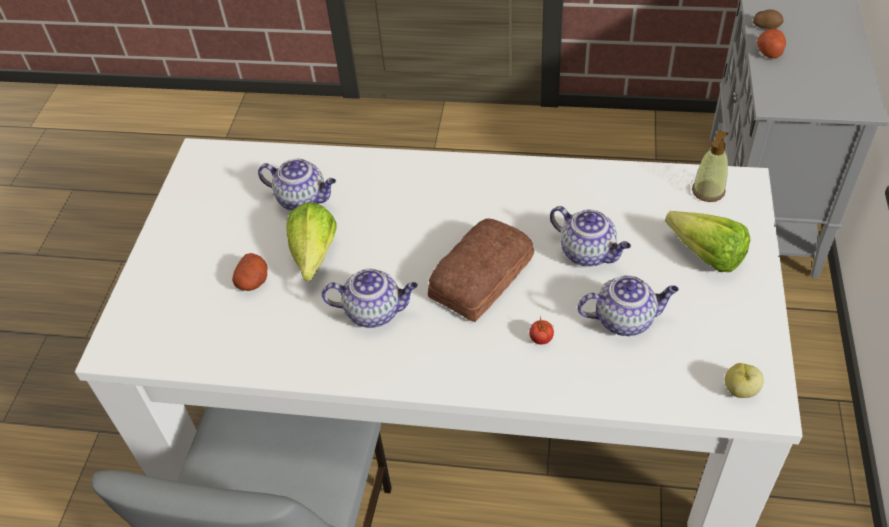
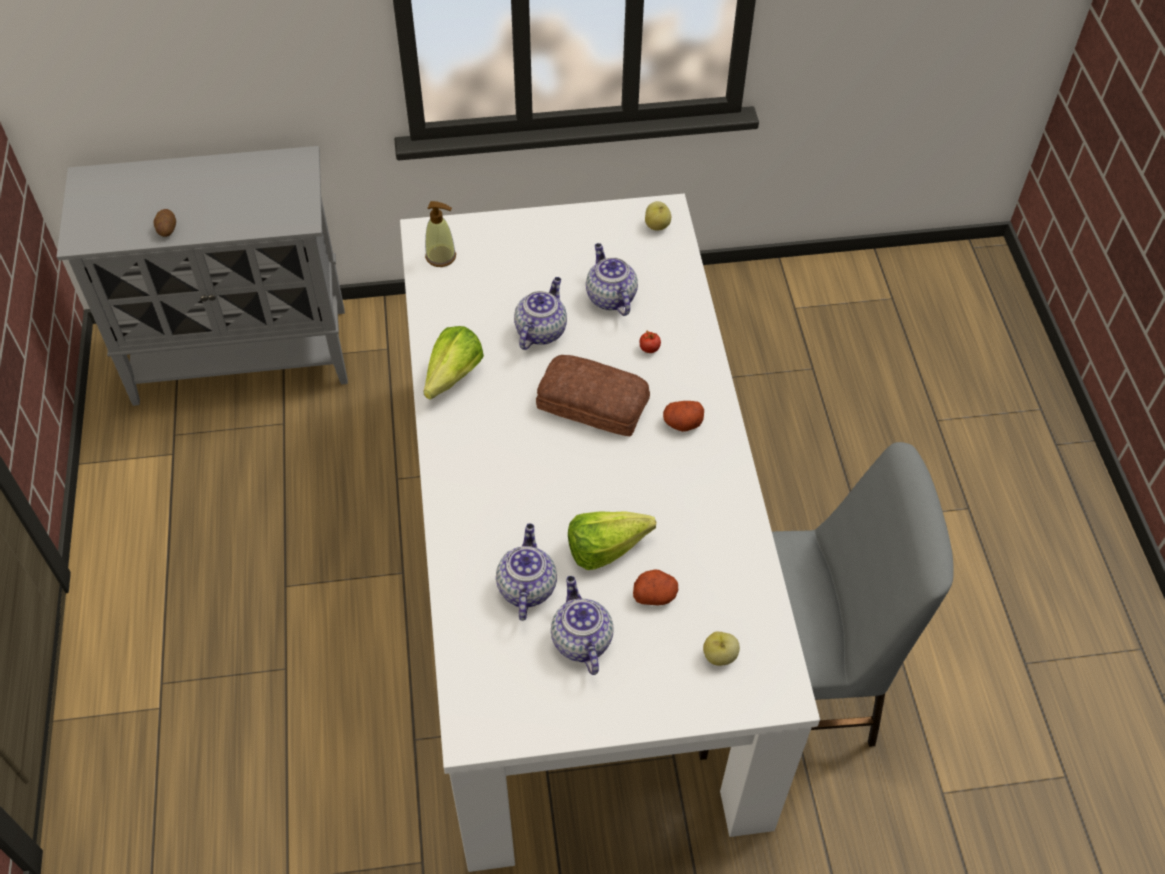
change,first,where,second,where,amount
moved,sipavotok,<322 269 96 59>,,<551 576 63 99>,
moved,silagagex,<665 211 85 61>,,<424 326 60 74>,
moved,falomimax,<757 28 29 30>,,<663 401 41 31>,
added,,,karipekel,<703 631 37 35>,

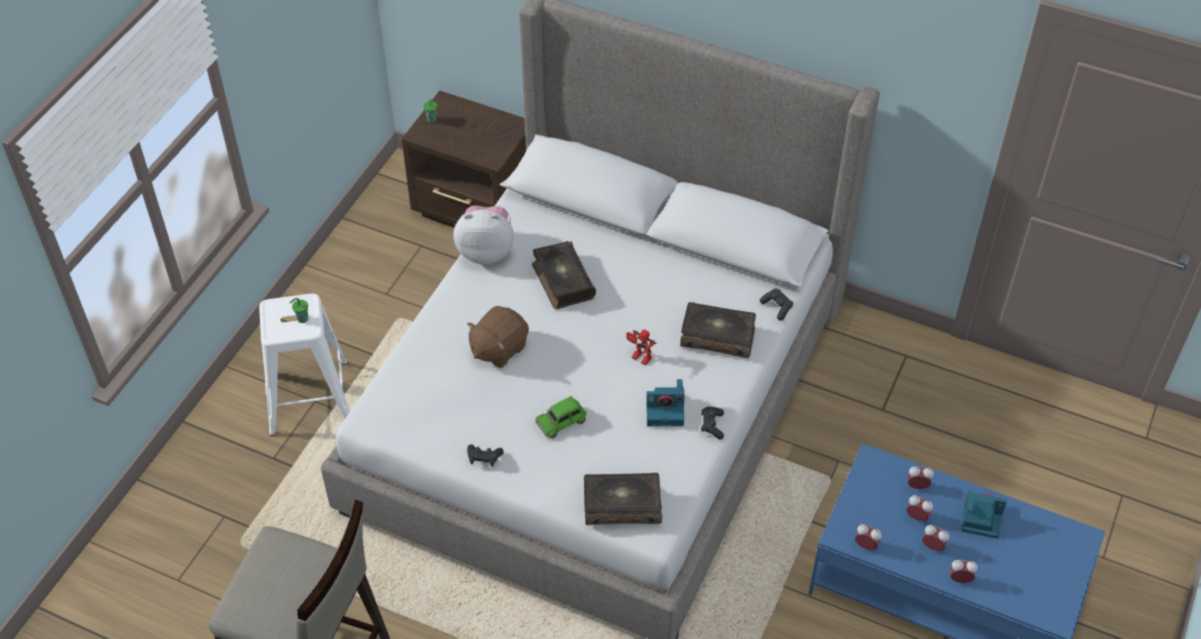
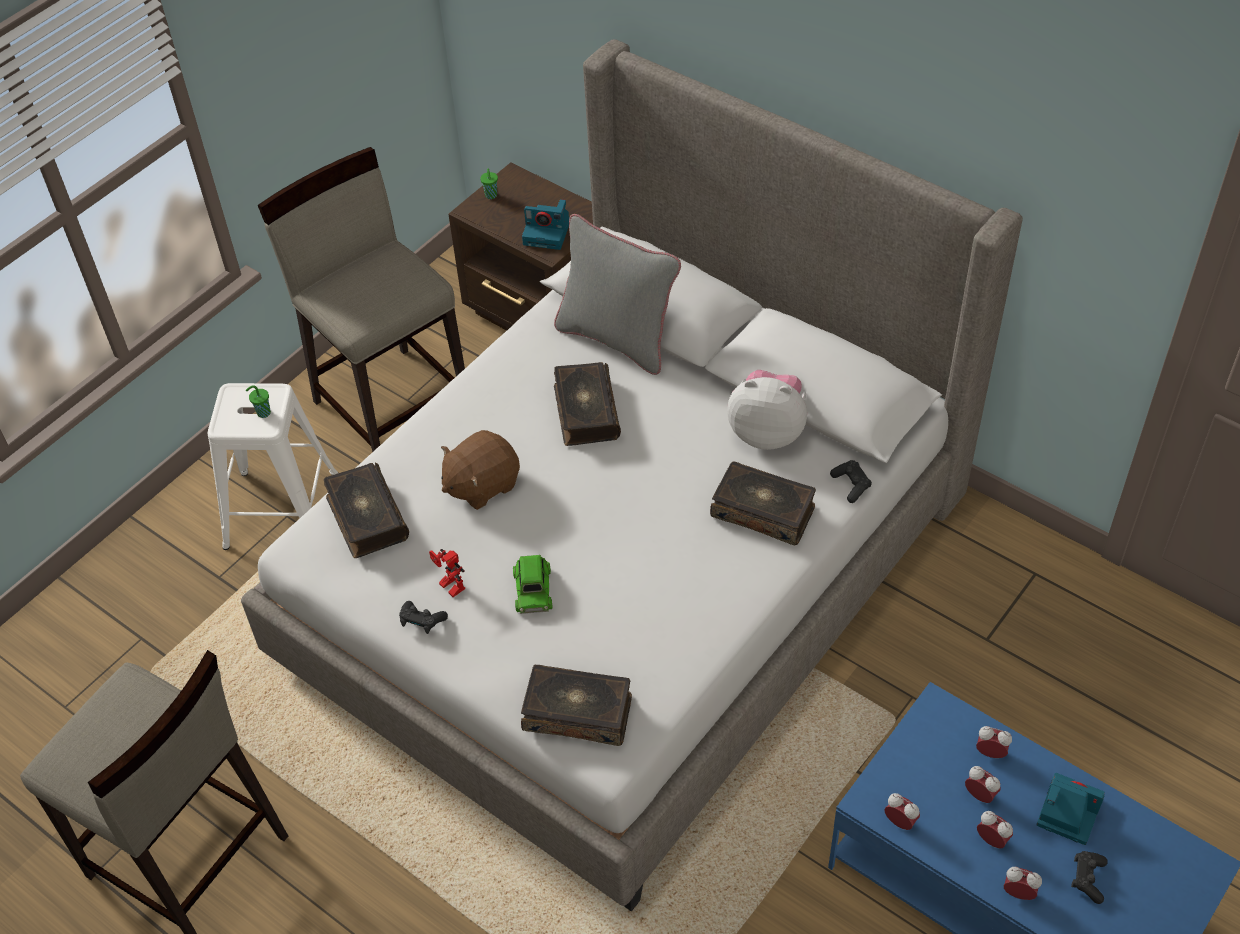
change,first,where,second,where,amount
moved,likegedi,<454 205 60 59>,,<727 370 80 80>,
turned,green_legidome,<535 396 52 42>,,<513 555 40 59>,75 degrees counterclockwise
moved,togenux,<626 330 30 35>,,<429 549 36 48>,
moved,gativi,<646 379 39 47>,,<522 199 48 51>,
moved,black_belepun,<701 406 23 34>,,<1071 851 37 53>,
added,,,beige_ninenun,<258 147 207 305>,
added,,,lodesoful,<324 463 85 95>,
added,,,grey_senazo,<554 214 127 161>,

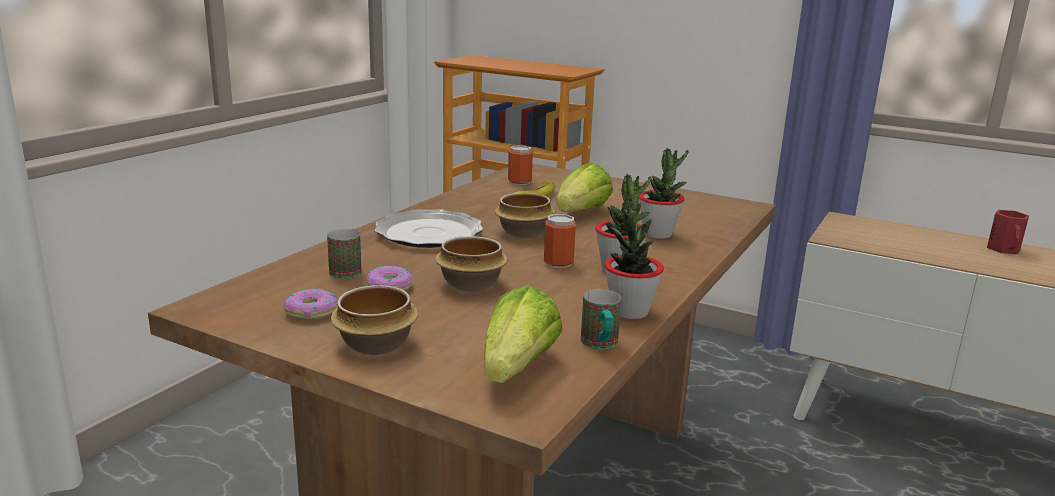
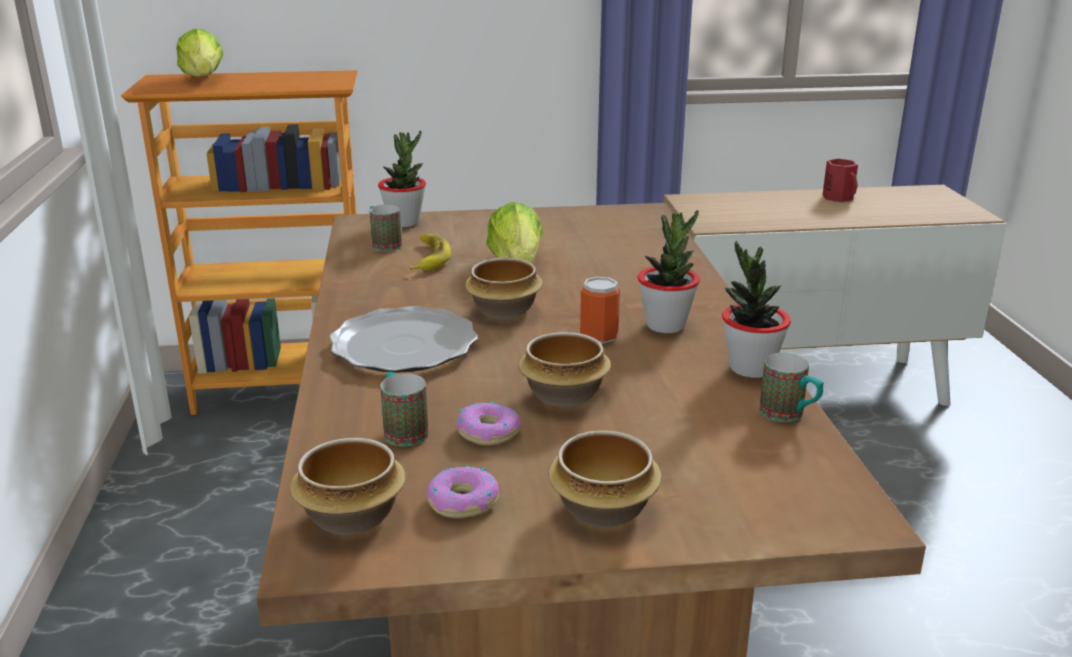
change,first,where,second,where,amount
moved,silagagex,<484 286 79 97>,,<176 29 47 48>,
replaced,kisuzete,<508 145 25 40>,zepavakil,<369 205 33 46>,
moved,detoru,<639 148 49 91>,,<378 130 48 97>,
added,,,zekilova,<290 438 116 97>,

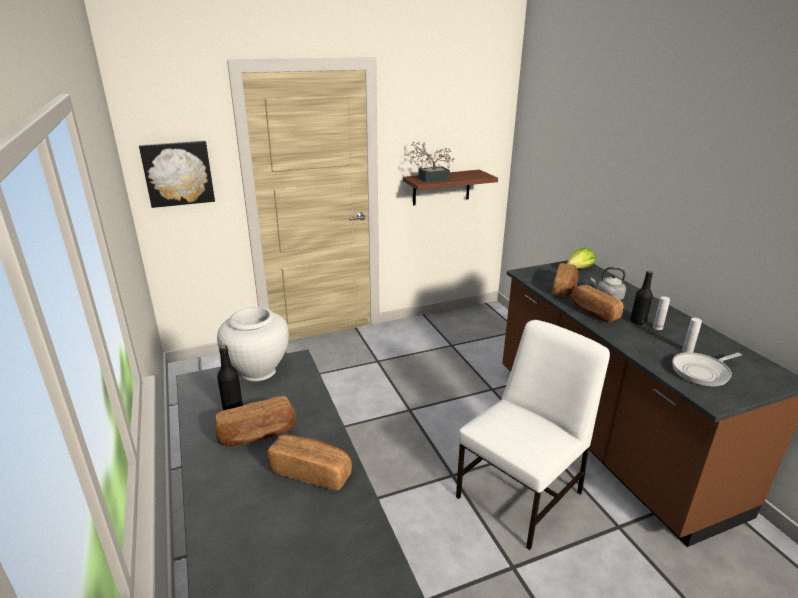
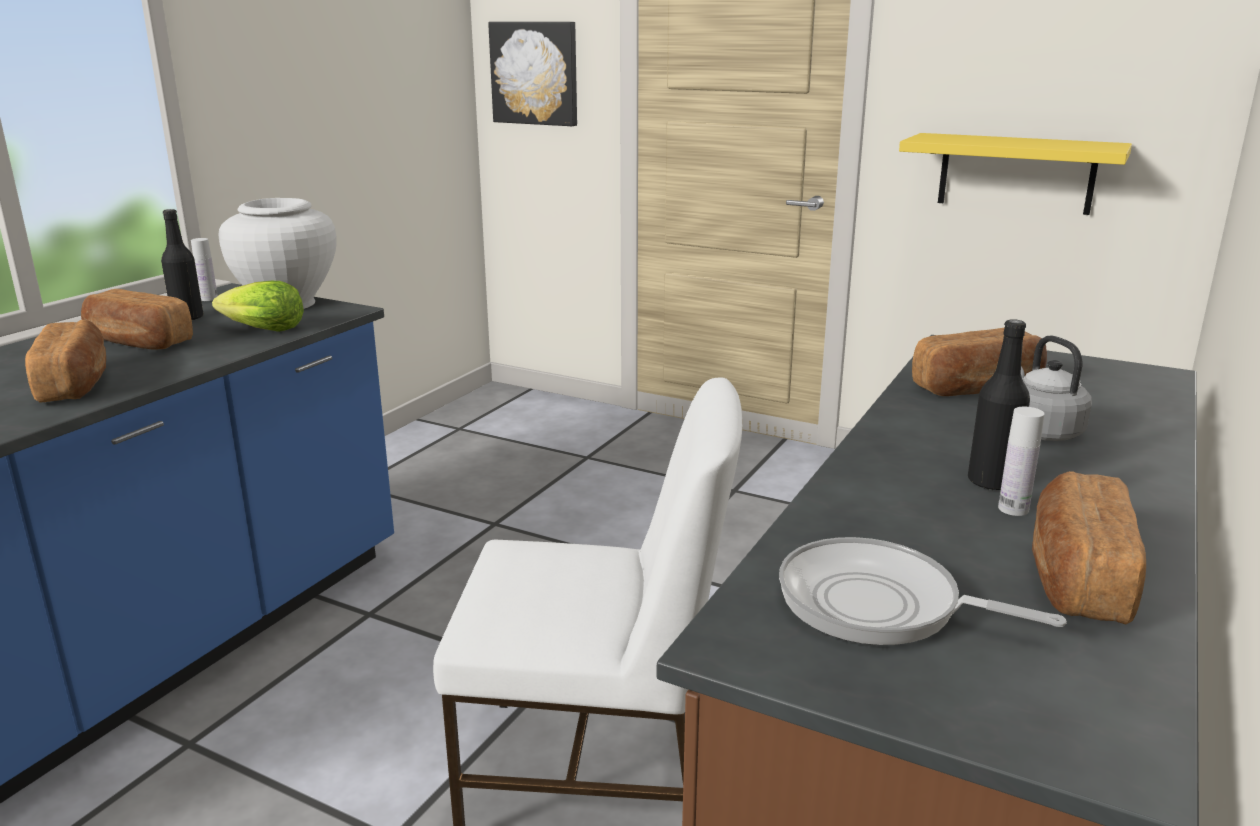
change,first,where,second,where,amount
recoloured,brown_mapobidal,<403 170 95 35>,yellow_mapobidal,<899 133 233 82>,
removed,detoru,<410 141 44 42>,,,
moved,silagagex,<566 248 29 21>,,<212 281 92 51>,
moved,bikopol,<571 285 53 37>,,<1032 471 114 154>,
moved,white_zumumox,<682 318 20 35>,,<191 238 27 63>,

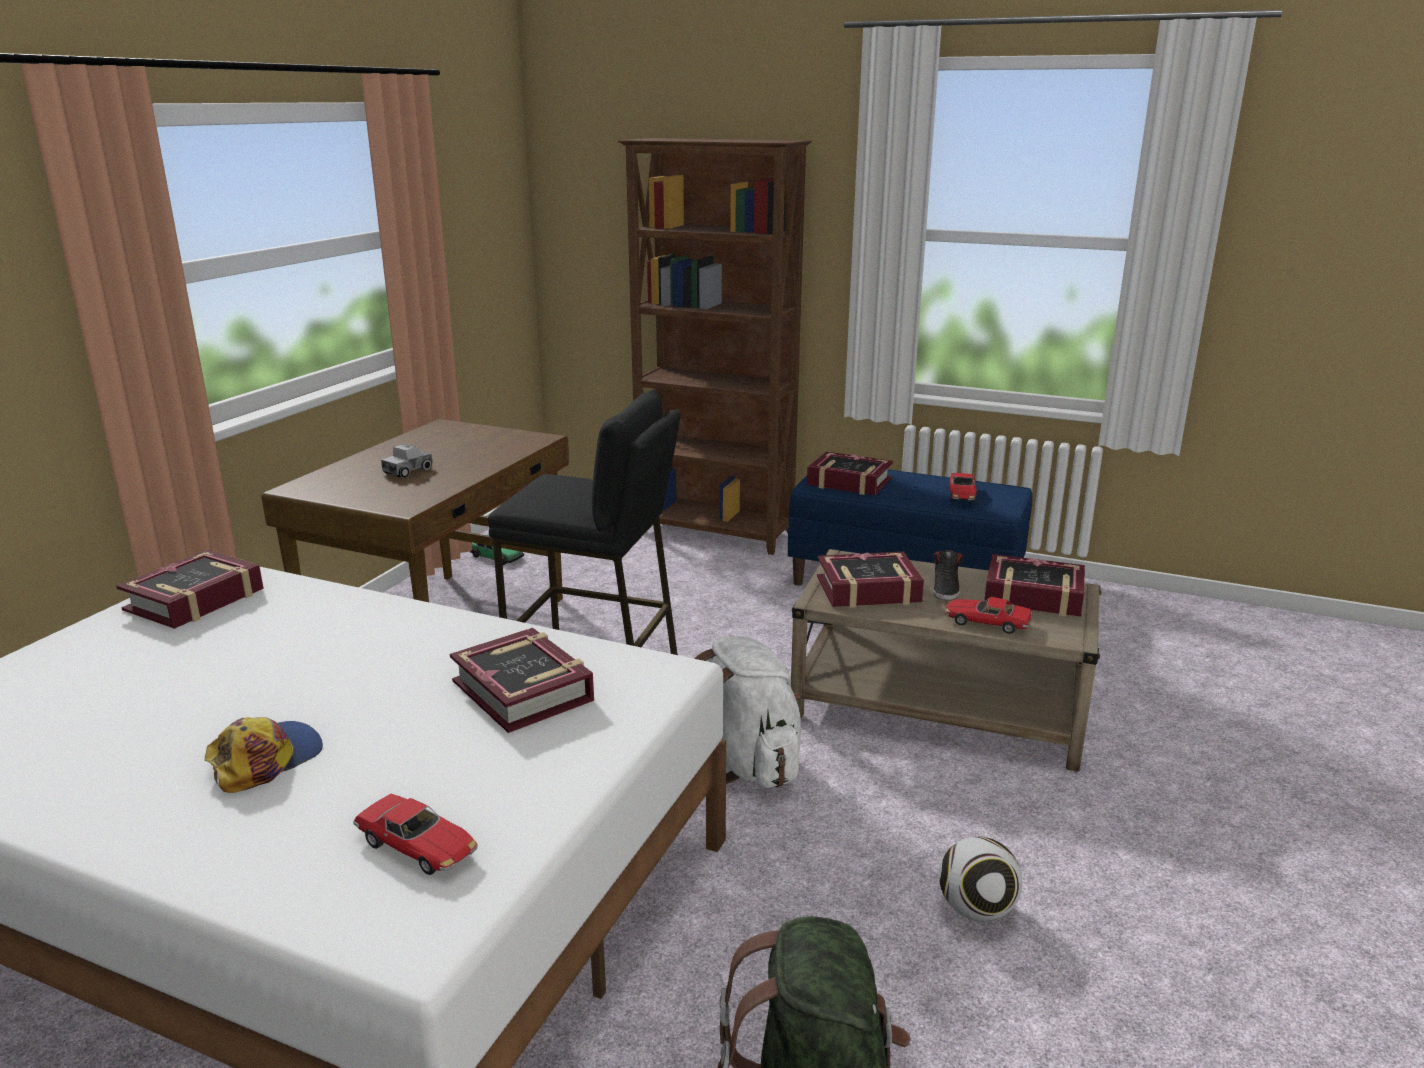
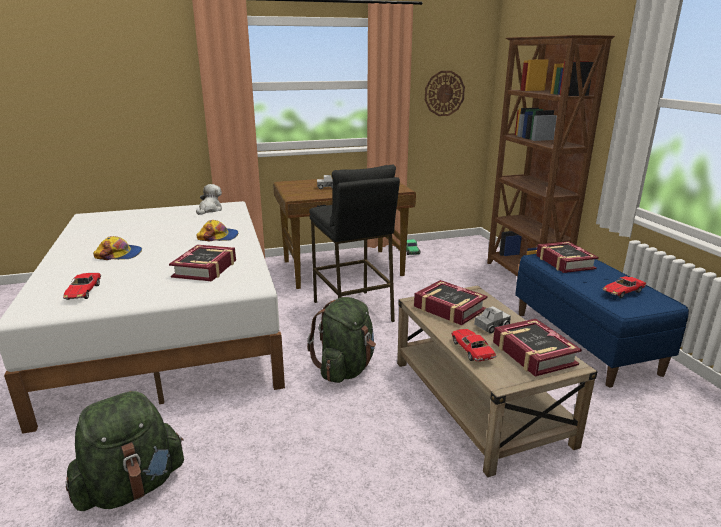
change,first,where,second,where,amount
replaced,lodesoful,<116 550 148 79>,likegedi,<196 184 26 31>,
recoloured,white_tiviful,<694 636 107 152>,green_tiviful,<307 297 69 86>,
replaced,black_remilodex,<933 550 31 50>,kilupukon,<474 306 37 28>,
removed,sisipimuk,<939 837 83 84>,,,
added,,,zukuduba,<196 220 42 22>,
added,,,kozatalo,<425 71 40 45>,

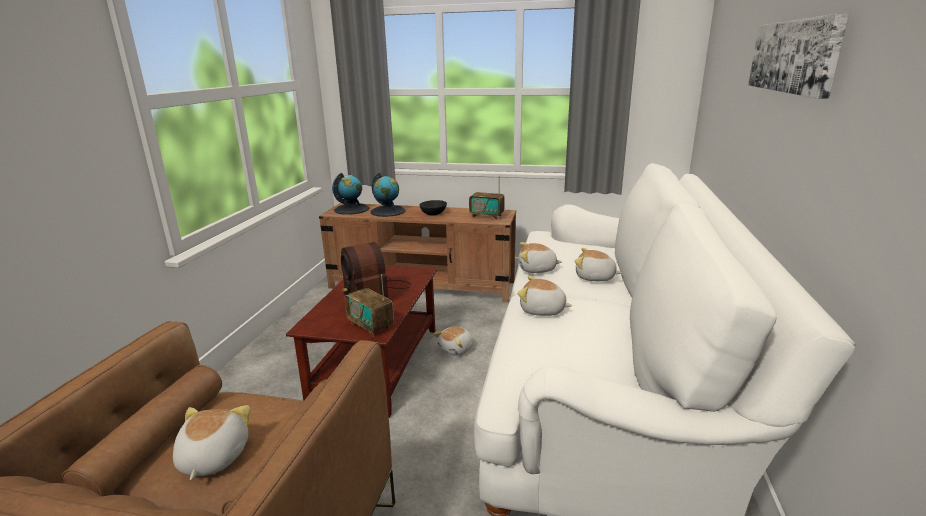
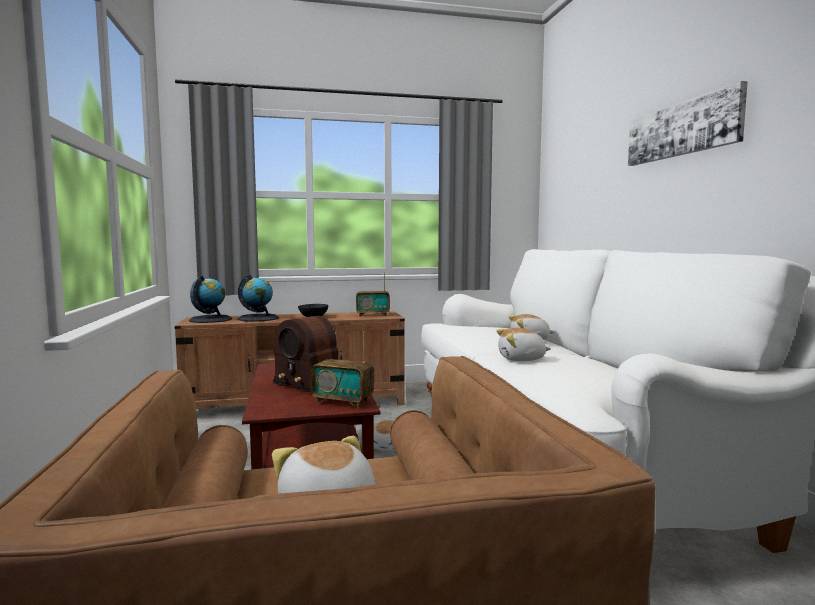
change,first,where,second,where,amount
removed,likegedi,<519 242 43 31>,,,

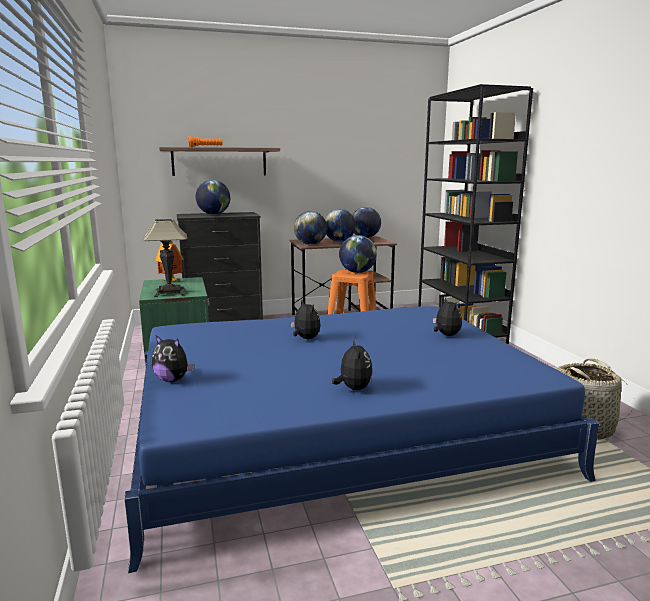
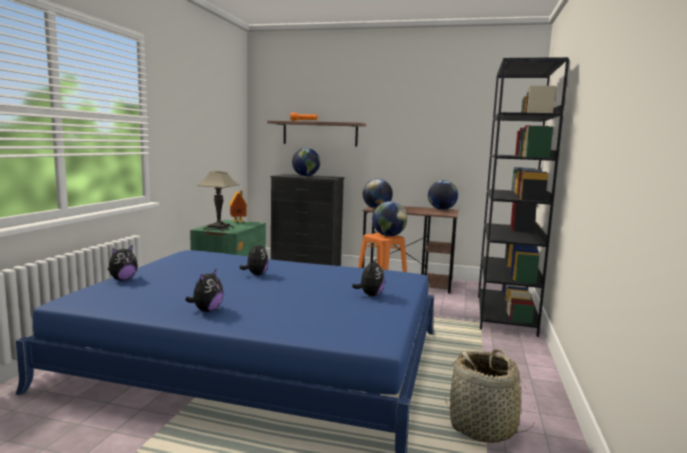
change,first,where,second,where,amount
turned,likegedi,<152 335 43 47>,,<108 245 30 35>,105 degrees counterclockwise
removed,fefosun,<325 209 31 33>,,,

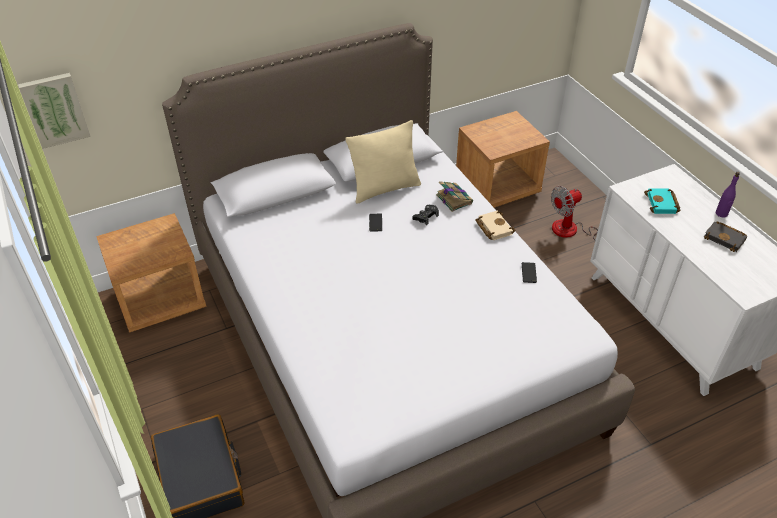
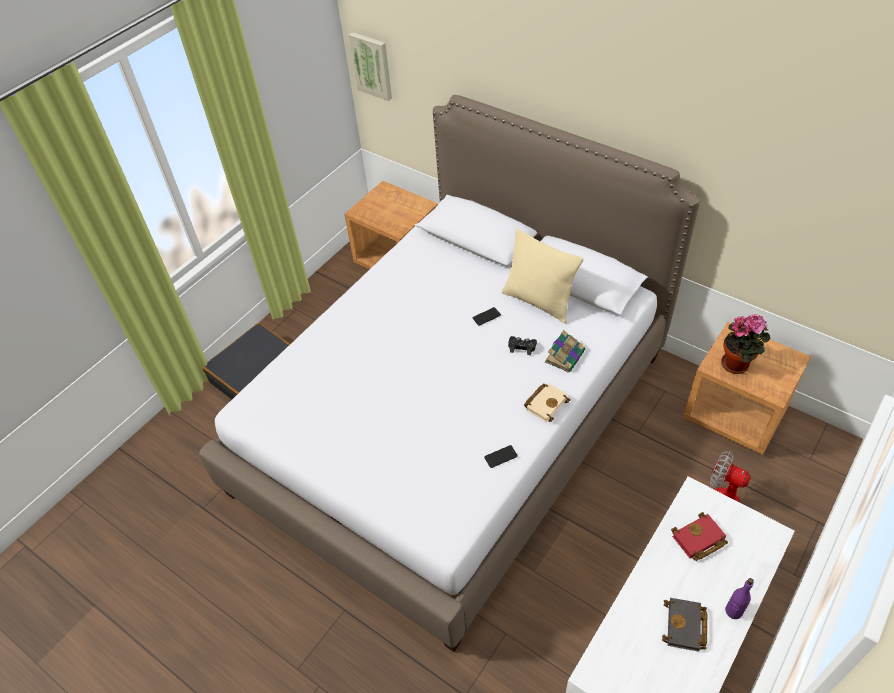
change,first,where,second,where,amount
recoloured,turquoise_lodesoful,<644 189 37 25>,red_lodesoful,<671 512 57 49>,
added,,,detoru,<721 314 49 60>,

